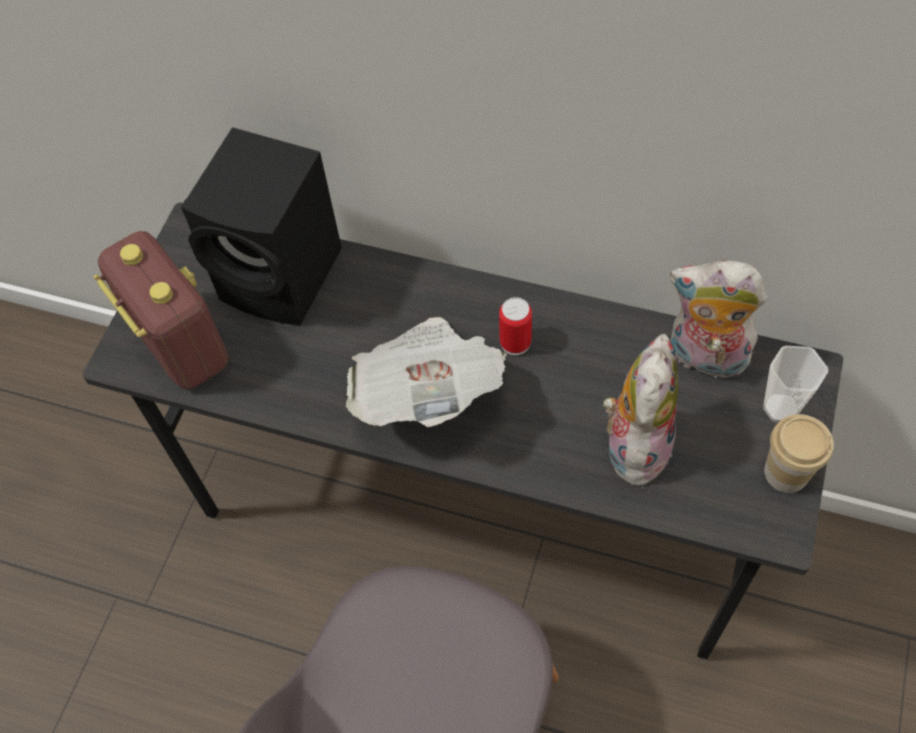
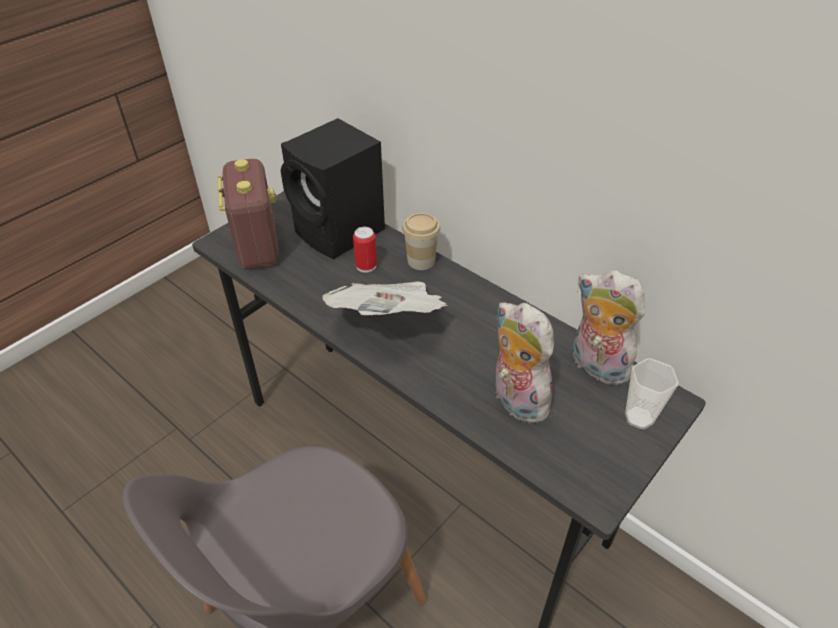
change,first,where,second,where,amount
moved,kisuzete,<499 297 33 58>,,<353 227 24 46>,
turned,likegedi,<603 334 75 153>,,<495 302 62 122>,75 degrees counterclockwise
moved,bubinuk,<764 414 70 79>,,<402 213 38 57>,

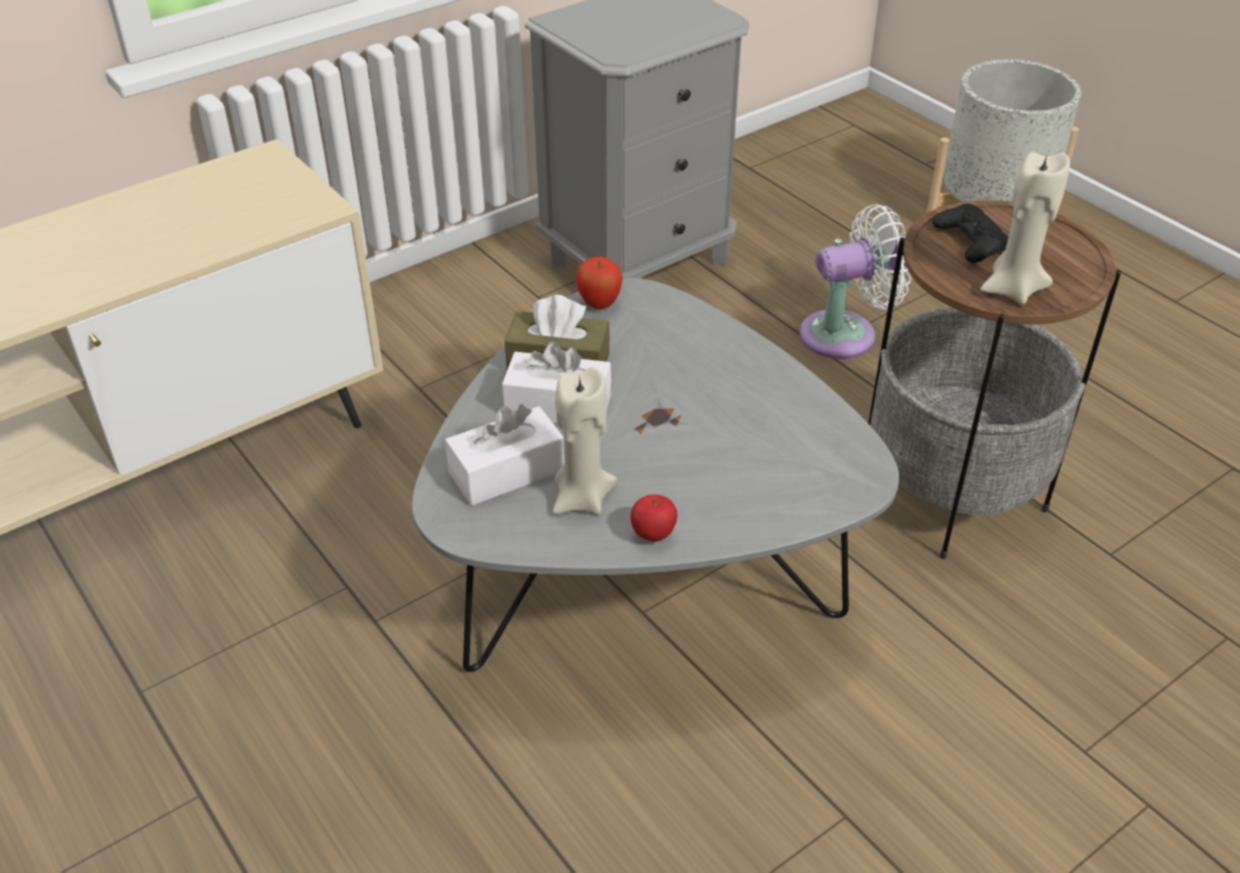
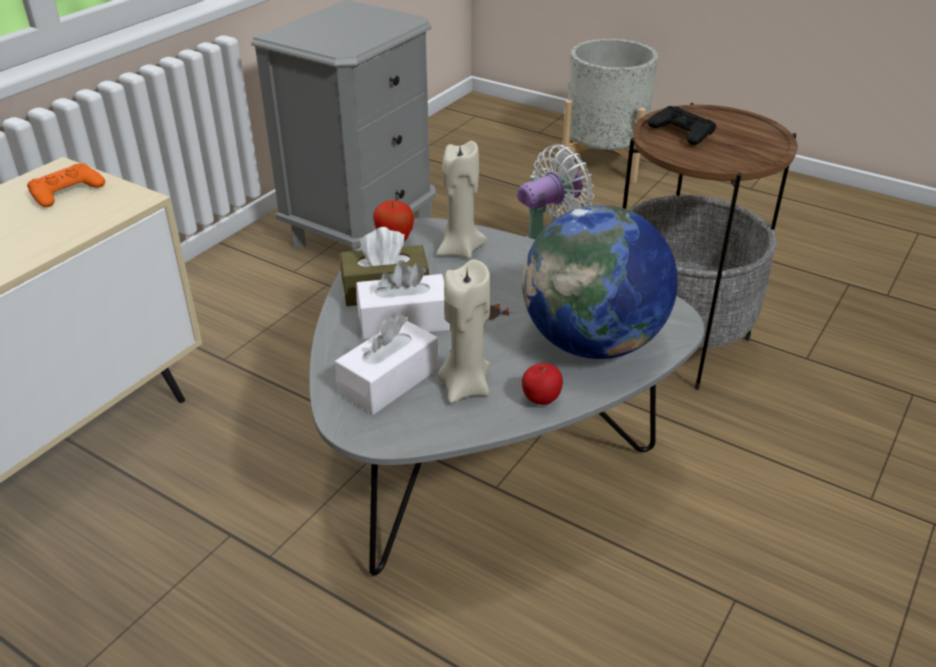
change,first,where,second,where,amount
moved,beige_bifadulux,<980 152 90 153>,,<437 141 50 118>,
added,,,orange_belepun,<27 163 78 44>,
added,,,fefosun,<522 205 156 154>,

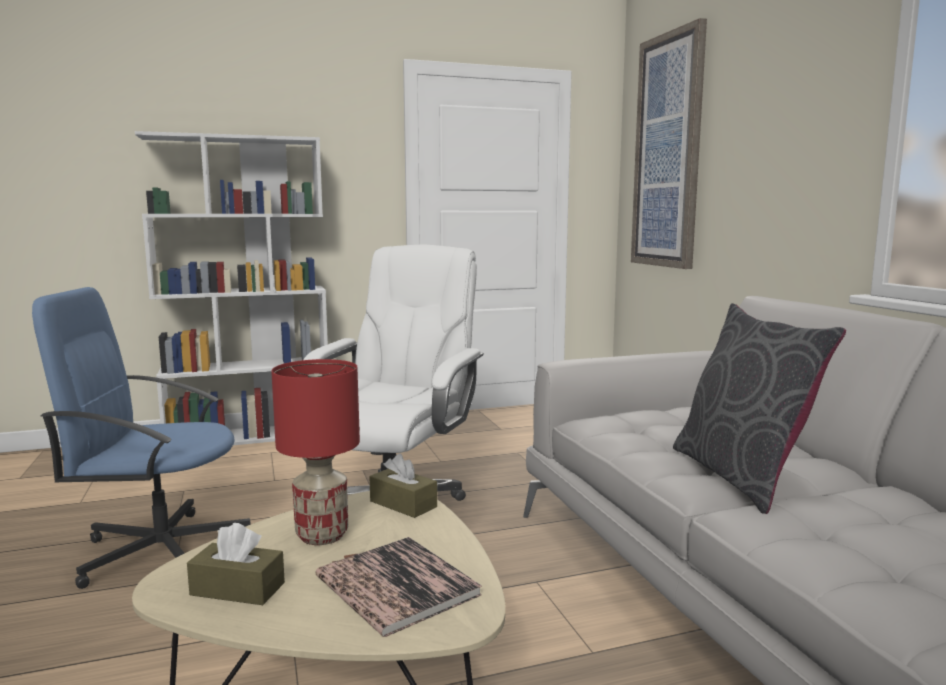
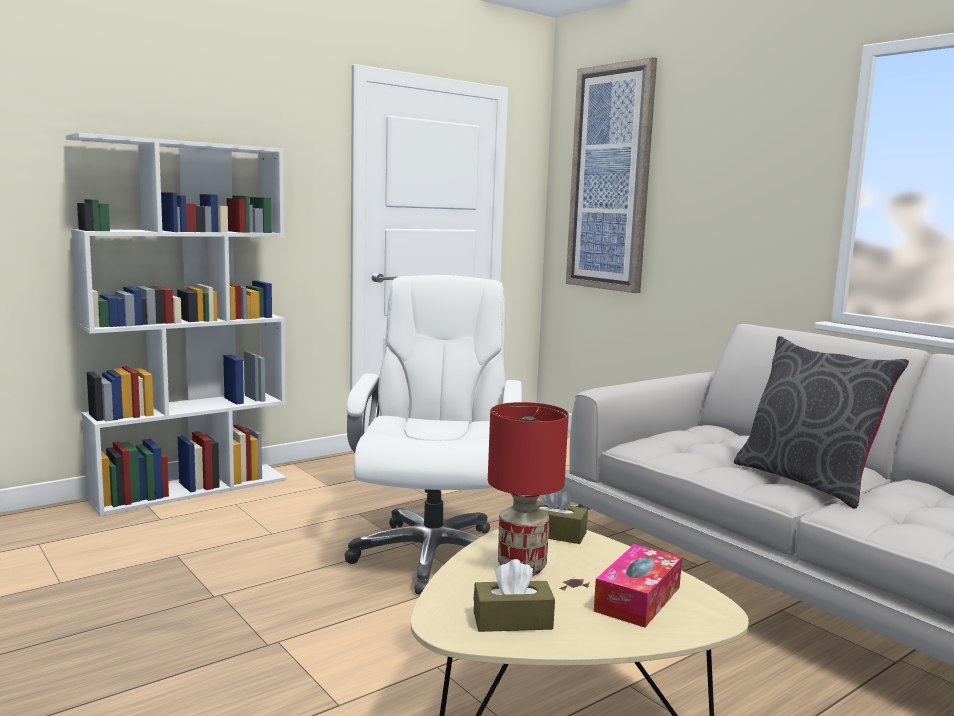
change,first,where,second,where,amount
removed,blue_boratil,<32 287 219 302>,,,
replaced,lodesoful,<316 537 166 100>,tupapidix,<594 544 88 84>,

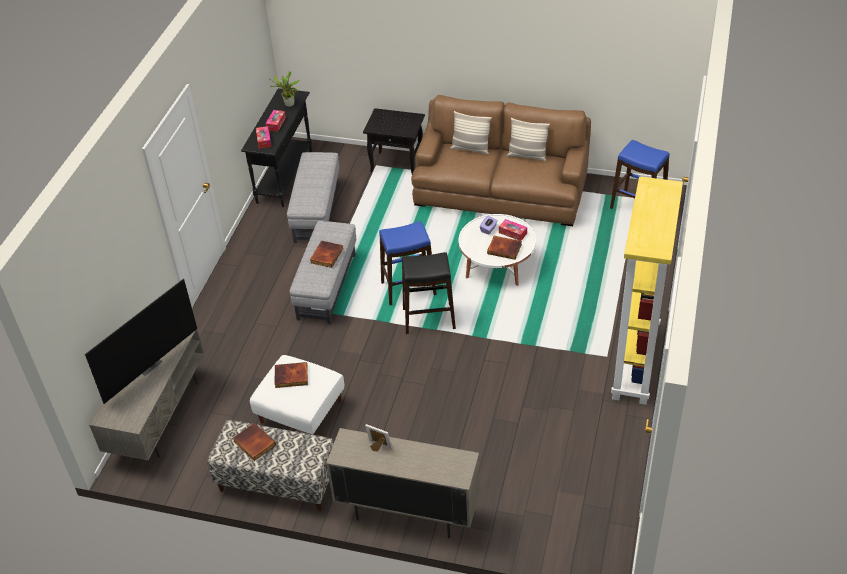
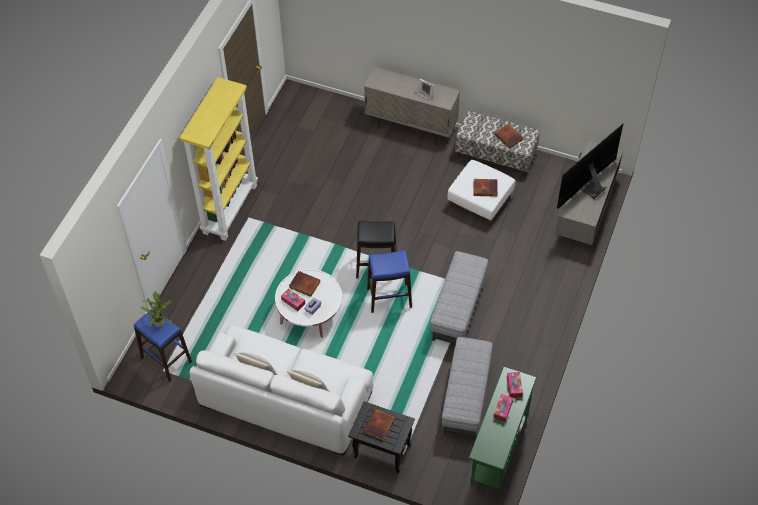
change,first,where,second,where,amount
recoloured,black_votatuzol,<241 88 71 119>,green_votatuzol,<469 366 68 129>,
moved,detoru,<270 71 30 36>,,<141 291 31 37>,
moved,lodesoful,<310 241 33 27>,,<363 409 32 32>,
recoloured,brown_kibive,<411 95 180 131>,white_kibive,<189 325 184 131>,

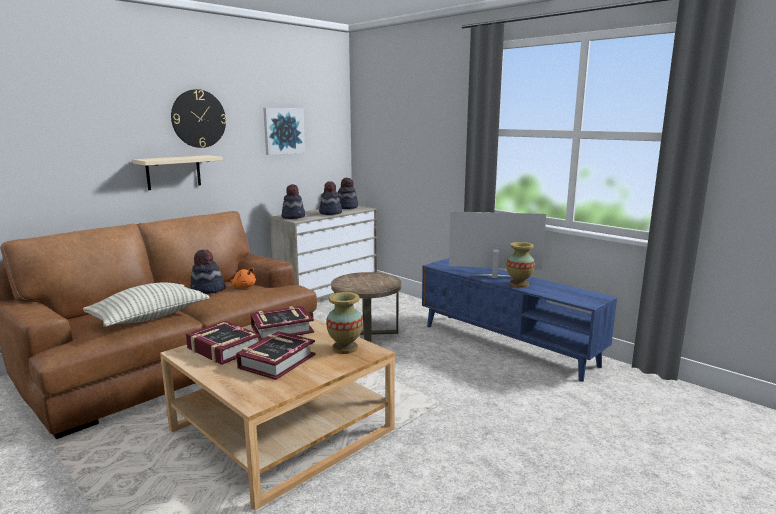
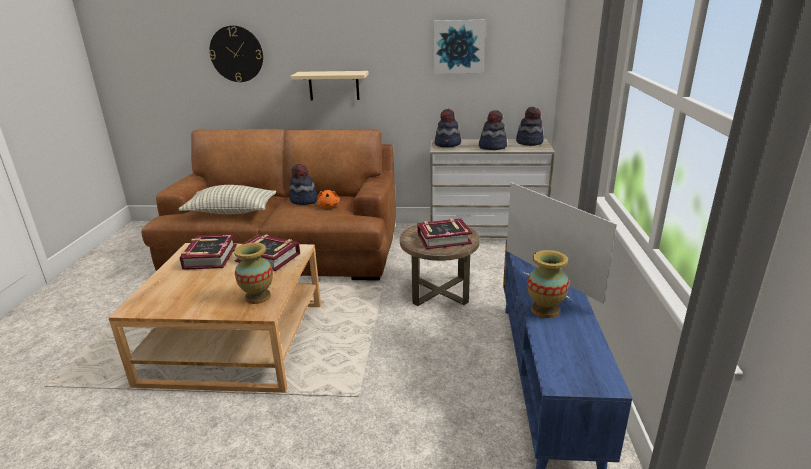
change,first,where,second,where,amount
moved,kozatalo,<171 89 56 59>,,<209 26 54 56>,
moved,lodesoful,<236 331 80 49>,,<417 219 55 30>,

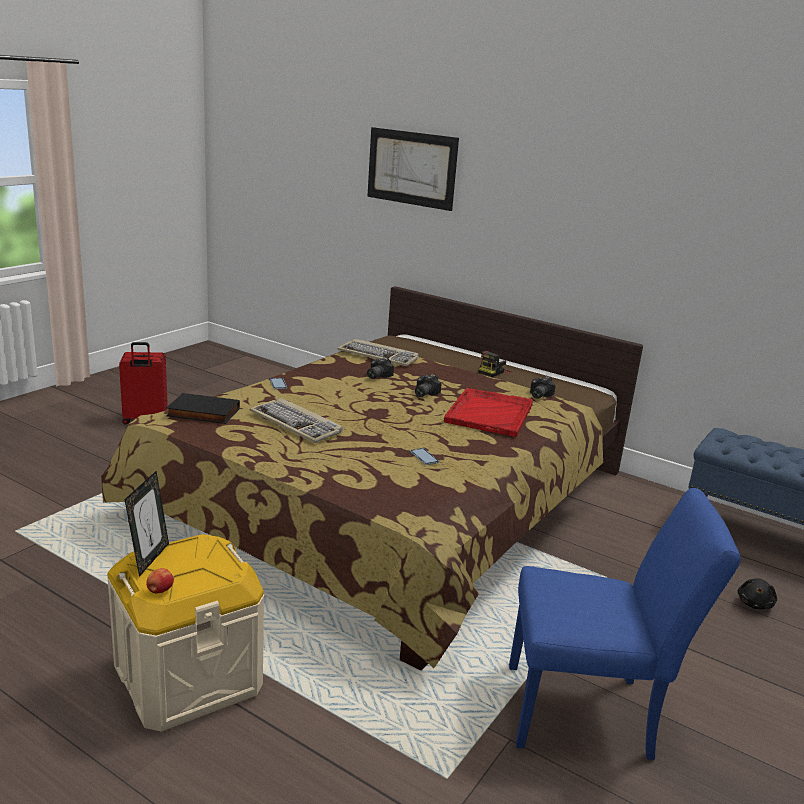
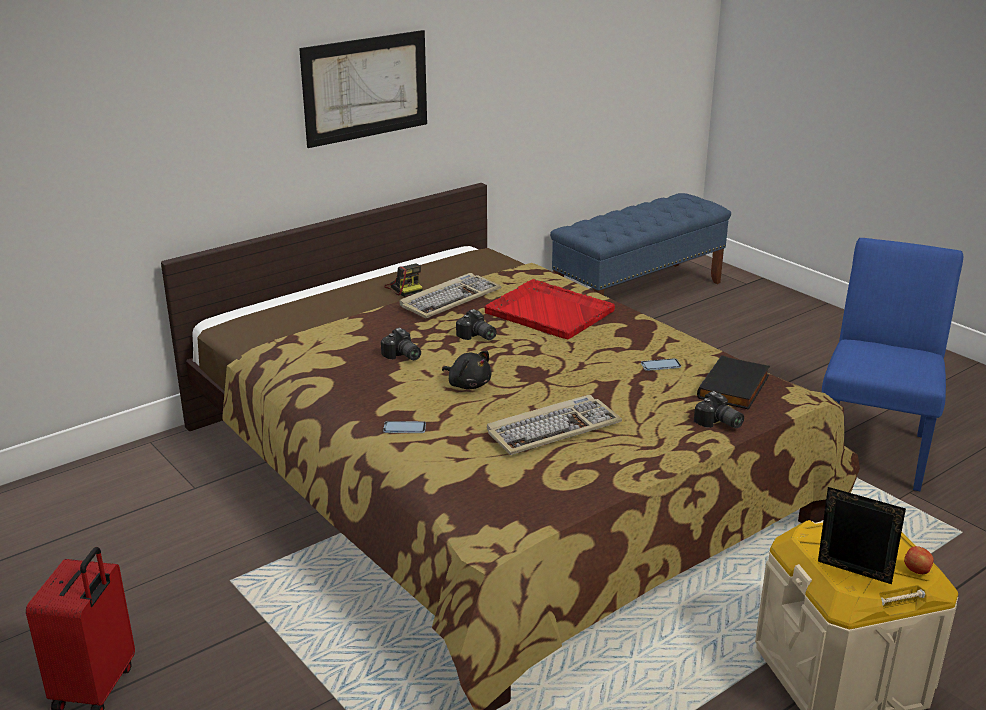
change,first,where,second,where,amount
moved,black_lodesoful,<166 393 74 31>,,<697 355 73 55>,
moved,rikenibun,<338 339 81 27>,,<399 273 102 45>,
moved,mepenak,<367 127 92 84>,,<299 30 128 118>,
moved,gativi,<530 376 25 23>,,<694 391 50 37>,
moved,black_likegedi,<737 578 40 32>,,<442 351 50 38>,

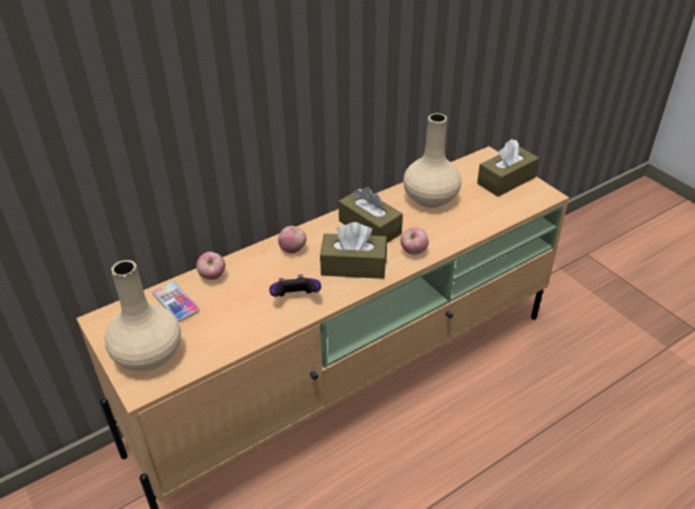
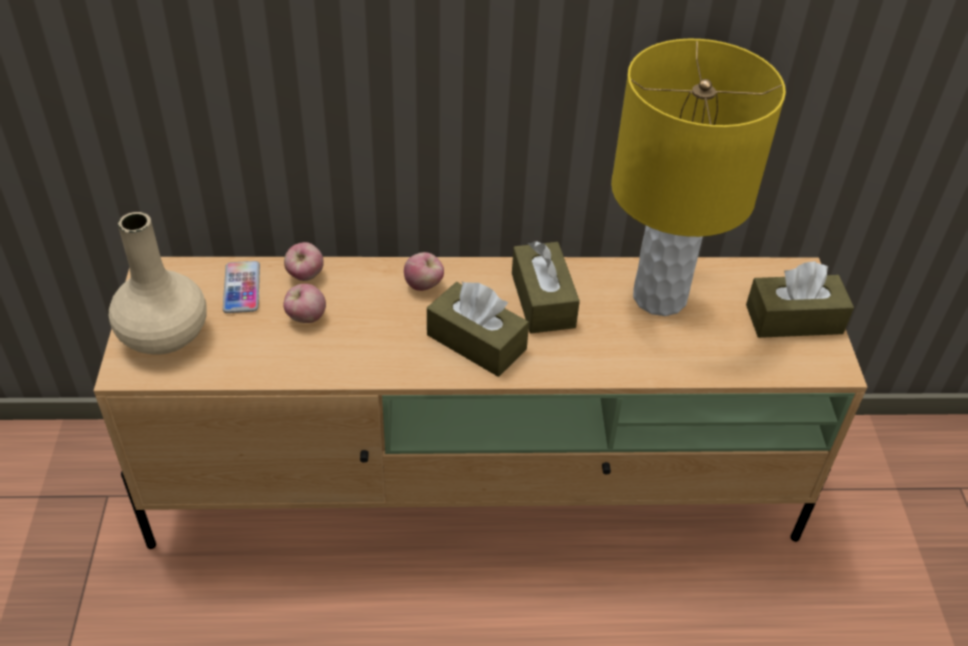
change,first,where,second,where,amount
removed,belepun,<269 274 52 23>,,,
moved,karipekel,<400 227 29 28>,,<283 284 43 39>,
replaced,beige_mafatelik,<403 113 58 95>,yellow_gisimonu,<611 39 175 277>,

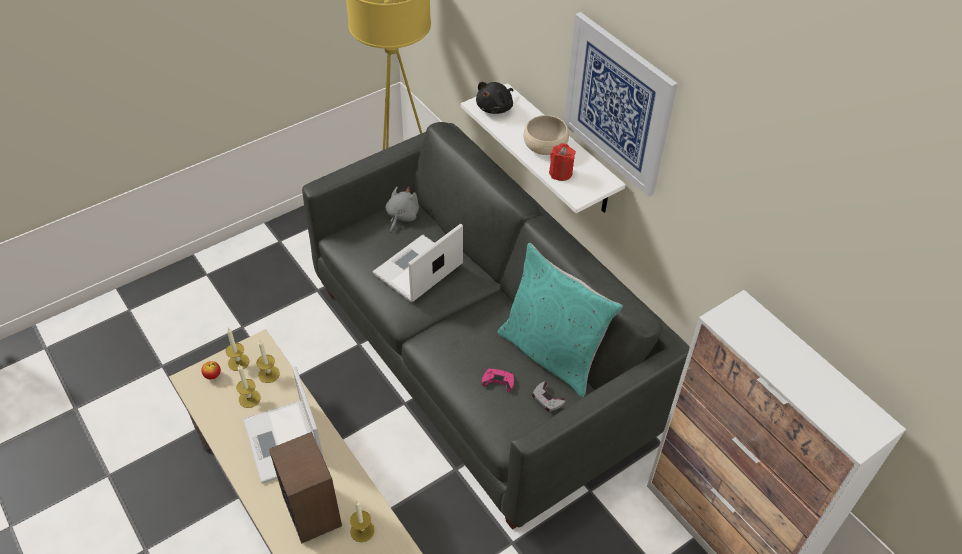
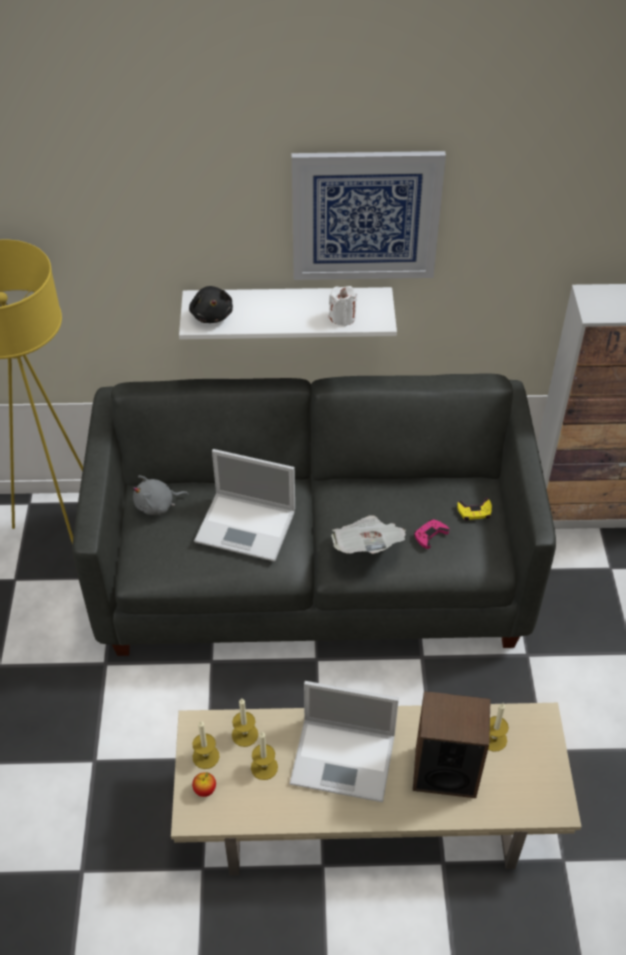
change,first,where,second,where,amount
turned,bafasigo,<373 224 90 78>,,<194 449 101 113>,60 degrees counterclockwise
turned,grey_likegedi,<385 187 34 45>,,<133 475 56 40>,75 degrees counterclockwise
removed,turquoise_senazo,<497 243 126 155>,,,
removed,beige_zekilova,<523 115 46 40>,,,
recoloured,grey_belepun,<532 381 33 30>,yellow_belepun,<457 499 35 21>,
recoloured,red_bifadulux,<549 143 27 38>,white_bifadulux,<329 286 28 40>,
added,,,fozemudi,<332 515 74 39>,

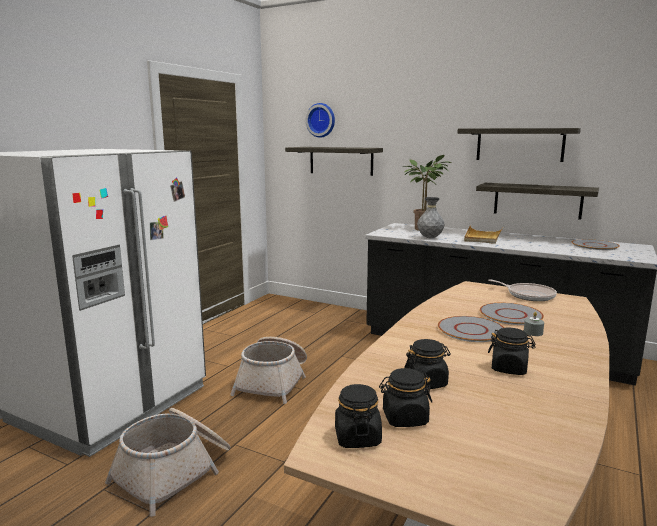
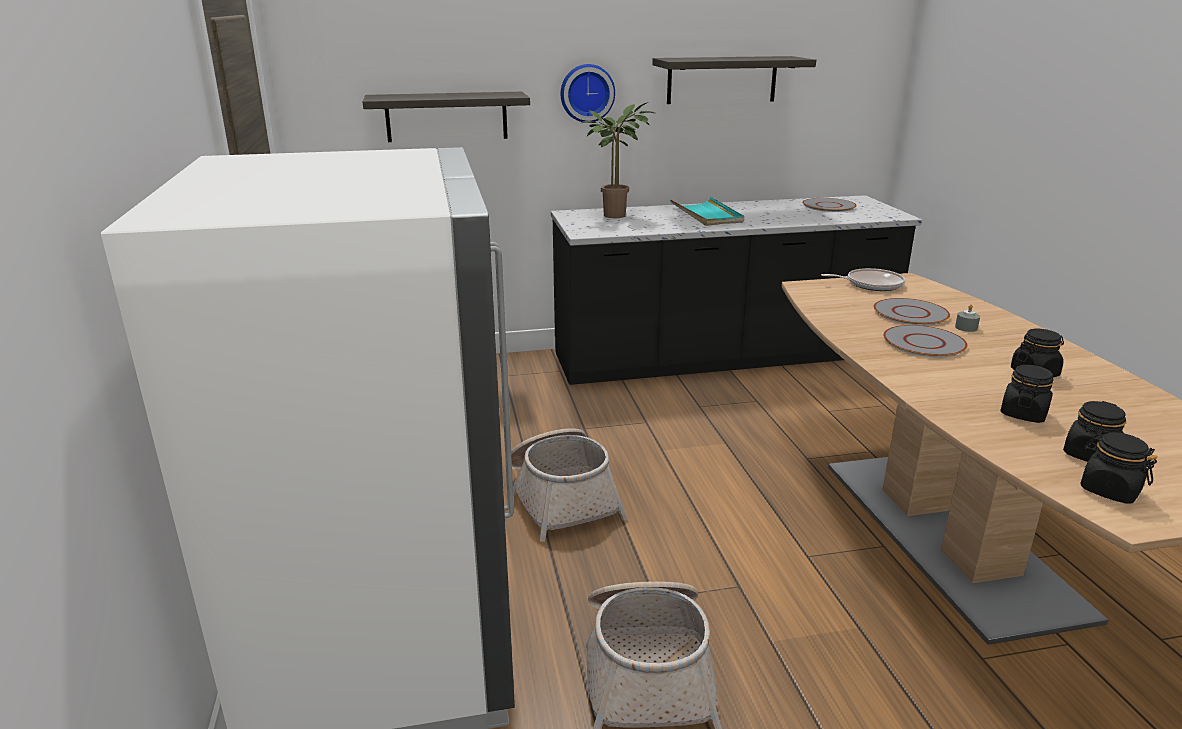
change,first,where,second,where,amount
moved,kozatalo,<306 103 29 35>,,<561 64 54 58>,
removed,grey_mafatelik,<417 197 28 41>,,,
recoloured,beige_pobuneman,<464 226 39 18>,turquoise_pobuneman,<670 197 74 29>,
removed,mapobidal,<476 183 123 37>,,,

